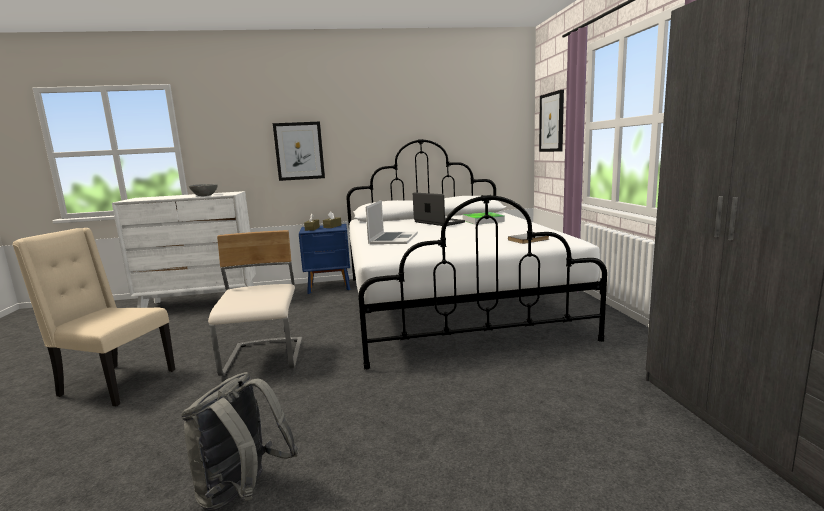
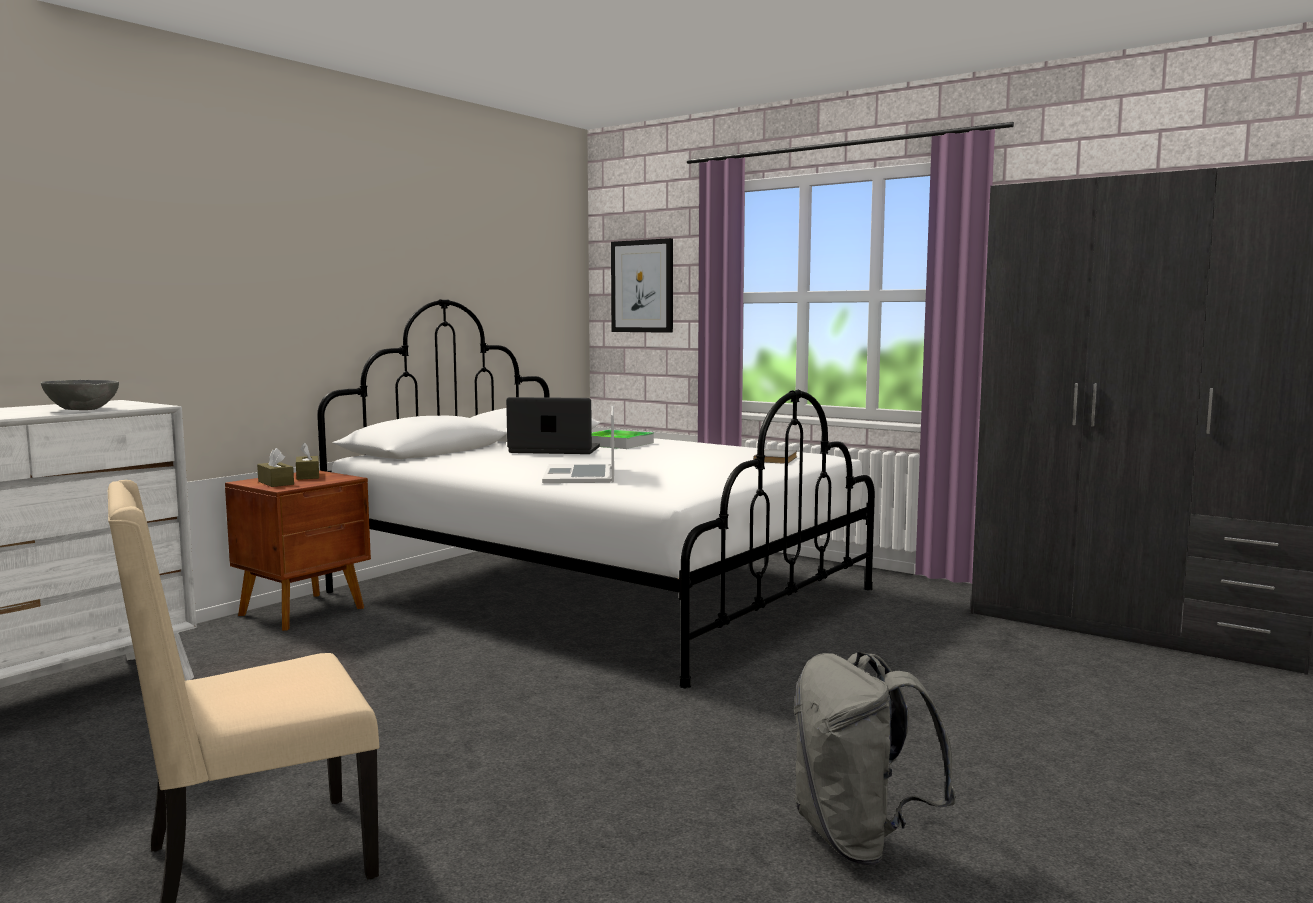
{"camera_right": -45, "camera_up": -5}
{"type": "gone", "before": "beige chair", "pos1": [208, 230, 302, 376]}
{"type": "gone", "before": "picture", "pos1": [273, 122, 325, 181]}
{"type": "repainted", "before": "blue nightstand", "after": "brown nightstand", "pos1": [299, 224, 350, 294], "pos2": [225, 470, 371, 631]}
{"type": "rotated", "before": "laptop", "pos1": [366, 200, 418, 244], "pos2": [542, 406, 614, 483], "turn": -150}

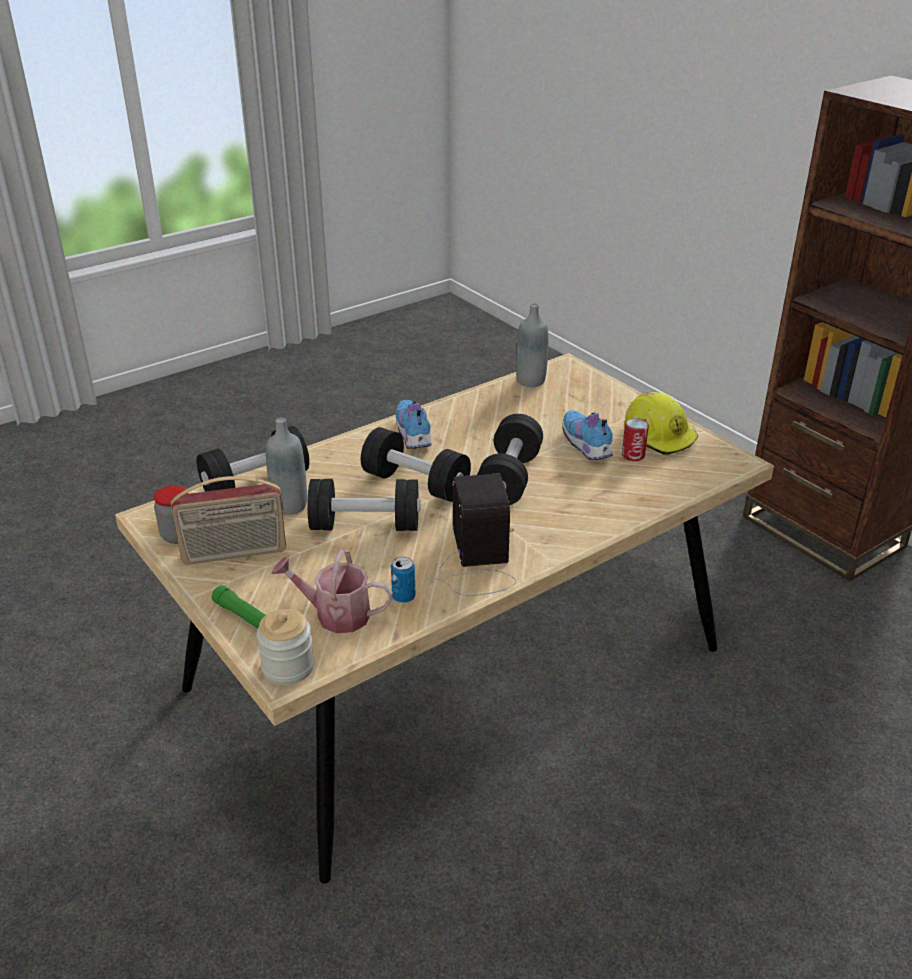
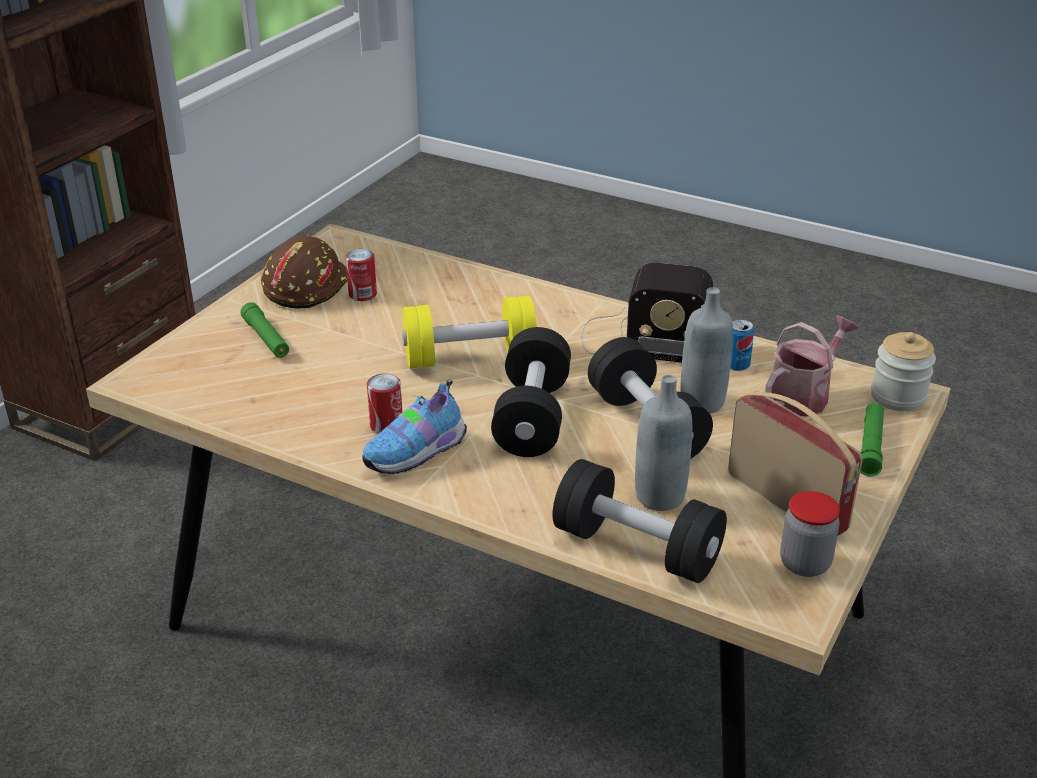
{"camera_right": -115, "camera_up": 0}
{"type": "gone", "before": "shoe", "pos1": [563, 410, 613, 460]}
{"type": "new", "after": "green flashlight", "pos2": [241, 302, 289, 358]}
{"type": "new", "after": "can", "pos2": [367, 373, 402, 433]}
{"type": "shifted", "before": "grey bottle", "pos1": [516, 303, 548, 387], "pos2": [681, 287, 733, 413]}
{"type": "repainted", "before": "black dumbbell", "after": "yellow dumbbell", "pos1": [477, 414, 543, 505], "pos2": [402, 296, 537, 368]}
{"type": "repainted", "before": "yellow hard hat", "after": "brown hard hat", "pos1": [624, 392, 698, 456], "pos2": [261, 236, 347, 308]}
{"type": "rotated", "before": "watering can", "pos1": [272, 550, 393, 633], "pos2": [765, 315, 859, 417], "turn": -120}
{"type": "rotated", "before": "radio", "pos1": [426, 473, 516, 596], "pos2": [582, 263, 713, 363], "turn": -135}

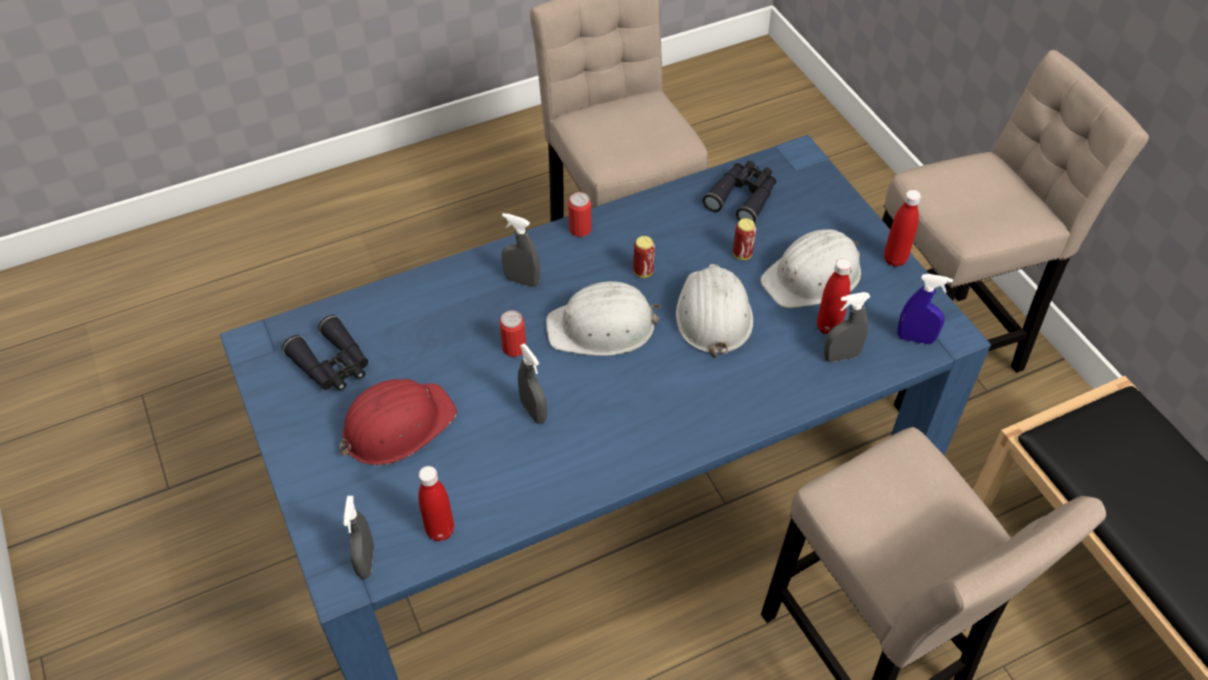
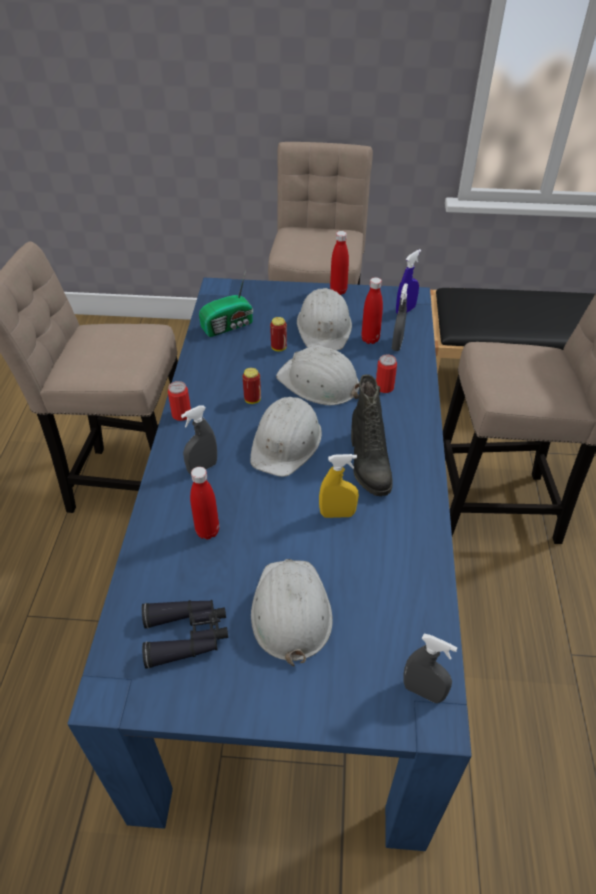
{"camera_right": -60, "camera_up": -5}
{"type": "new", "after": "black boot", "pos2": [351, 375, 392, 496]}
{"type": "shifted", "before": "red bottle", "pos1": [418, 466, 454, 541], "pos2": [190, 467, 219, 540]}
{"type": "shifted", "before": "can", "pos1": [500, 310, 526, 357], "pos2": [376, 354, 397, 393]}
{"type": "swapped", "before": "black binoculars", "after": "radio", "pos1": [703, 161, 776, 223], "pos2": [199, 270, 253, 337]}
{"type": "repainted", "before": "red hard hat", "after": "white hard hat", "pos1": [339, 379, 457, 465], "pos2": [251, 559, 333, 666]}
{"type": "repainted", "before": "grey spray bottle", "after": "yellow spray bottle", "pos1": [518, 343, 547, 424], "pos2": [319, 454, 359, 518]}

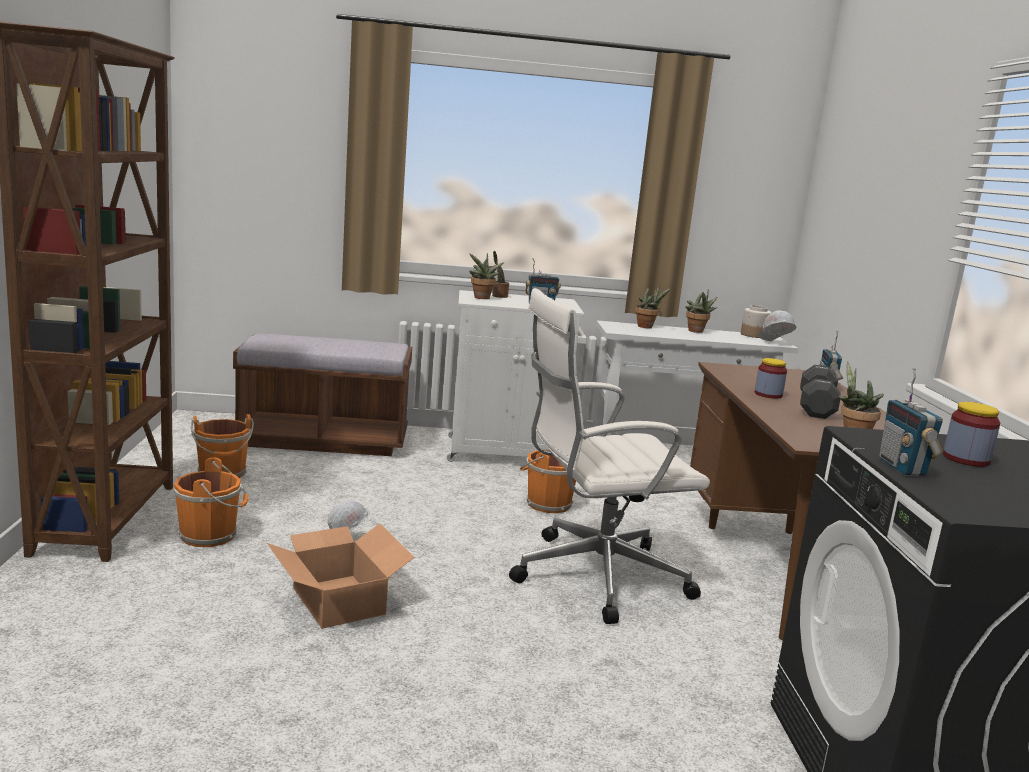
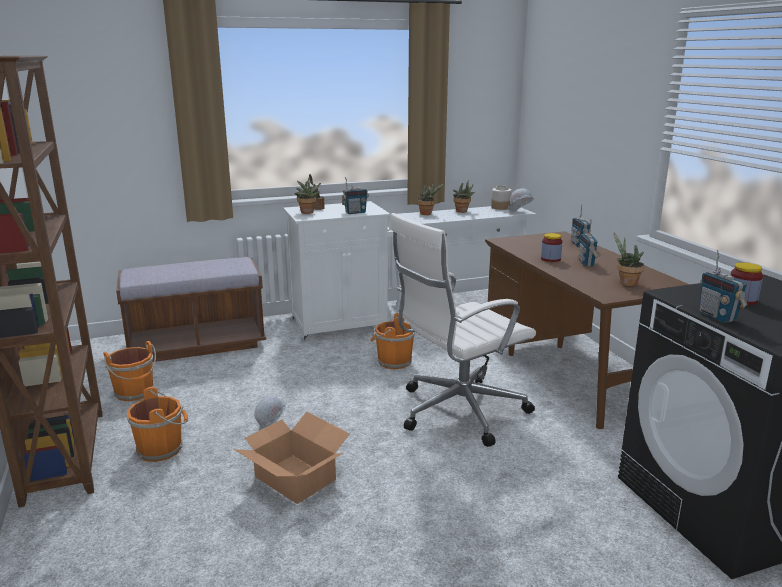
{"camera_right": -15, "camera_up": 5}
{"type": "swapped", "before": "black dumbbell", "after": "radio", "pos1": [800, 365, 841, 419], "pos2": [579, 219, 600, 267]}

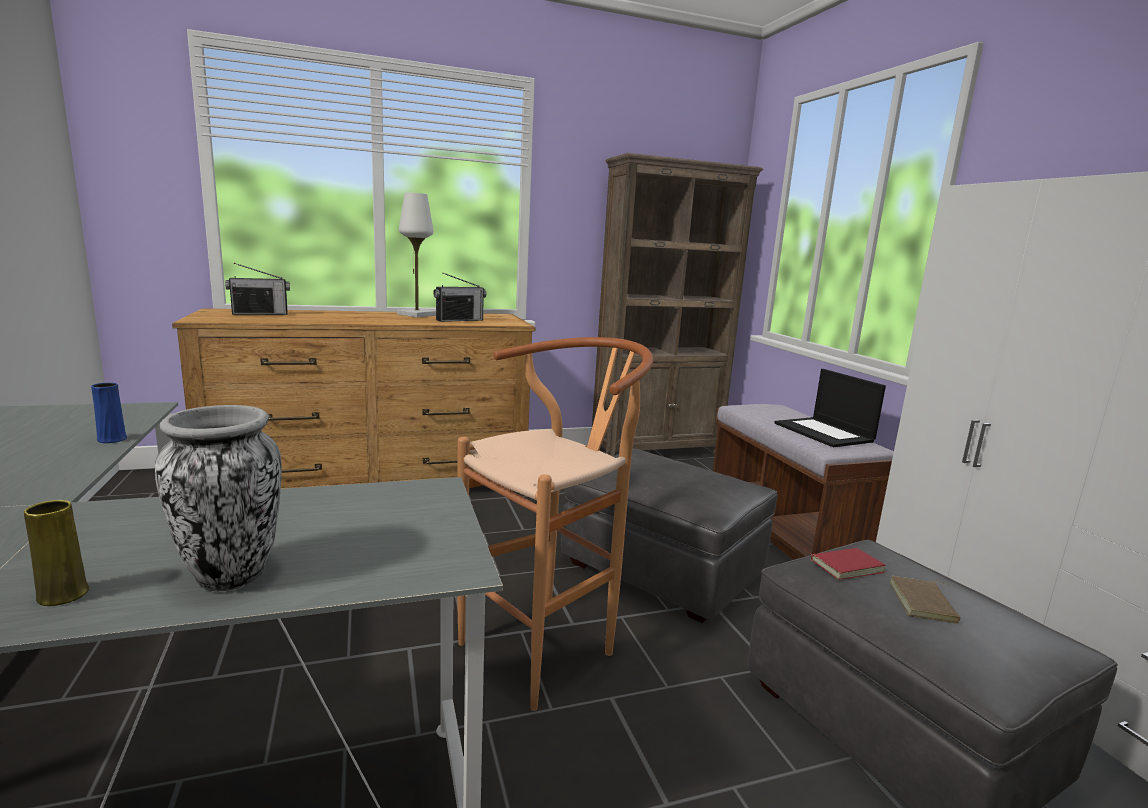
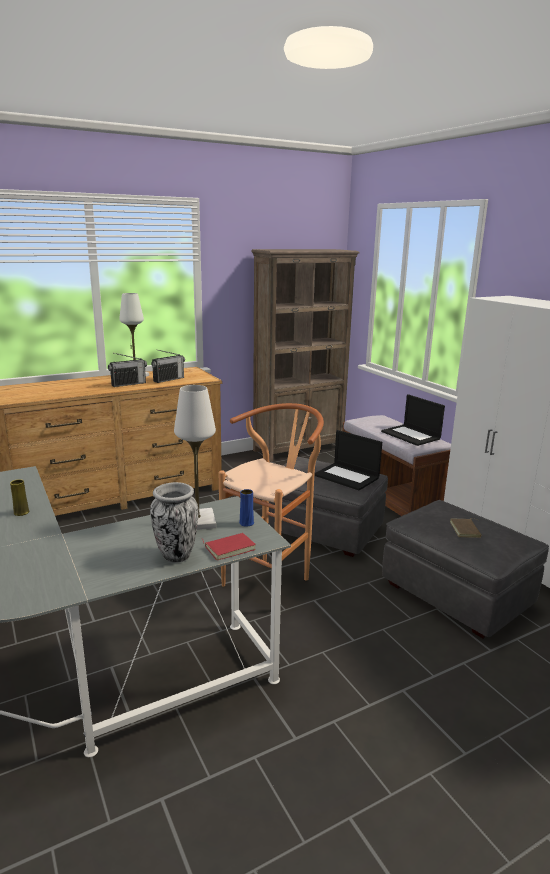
{"camera_right": -10, "camera_up": 5}
{"type": "new", "after": "white table lamp", "pos2": [174, 385, 216, 530]}
{"type": "new", "after": "laptop", "pos2": [314, 430, 382, 491]}
{"type": "shifted", "before": "yellow vase", "pos1": [24, 500, 89, 606], "pos2": [10, 479, 29, 516]}
{"type": "shifted", "before": "blue vase", "pos1": [91, 383, 127, 443], "pos2": [239, 489, 254, 527]}
{"type": "shifted", "before": "radio", "pos1": [225, 263, 290, 315], "pos2": [108, 353, 147, 387]}
{"type": "shifted", "before": "red book", "pos1": [806, 548, 886, 580], "pos2": [203, 533, 256, 560]}

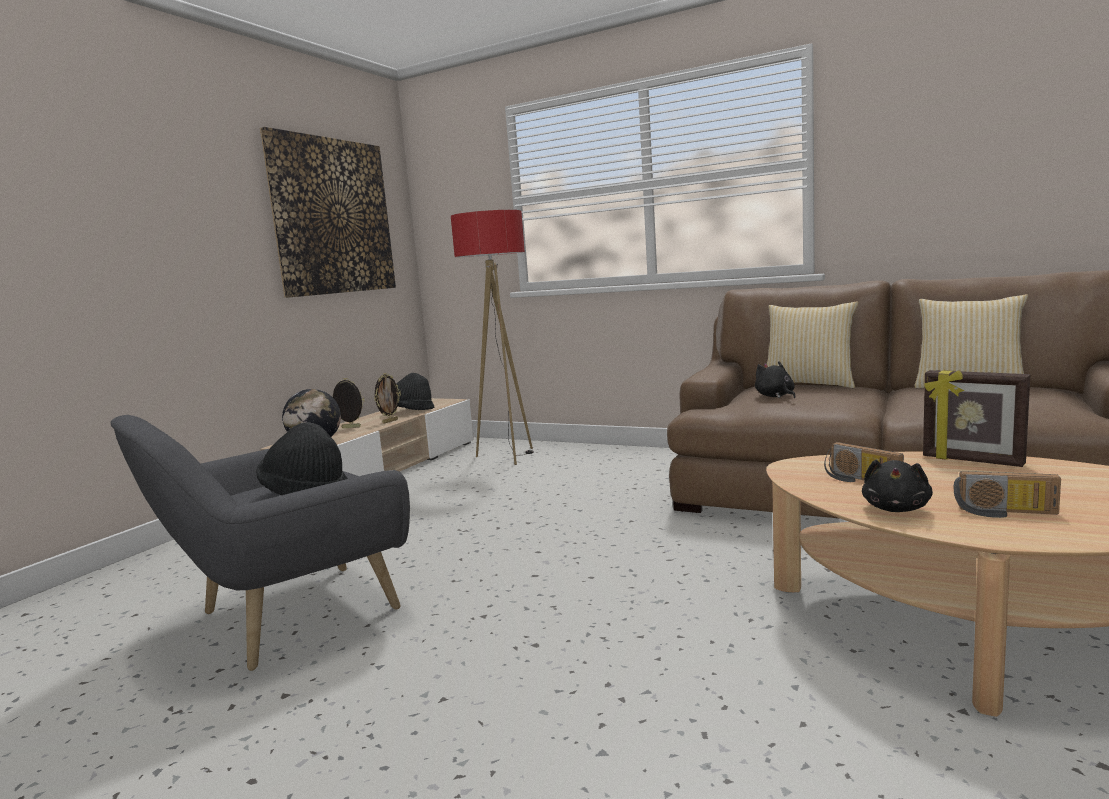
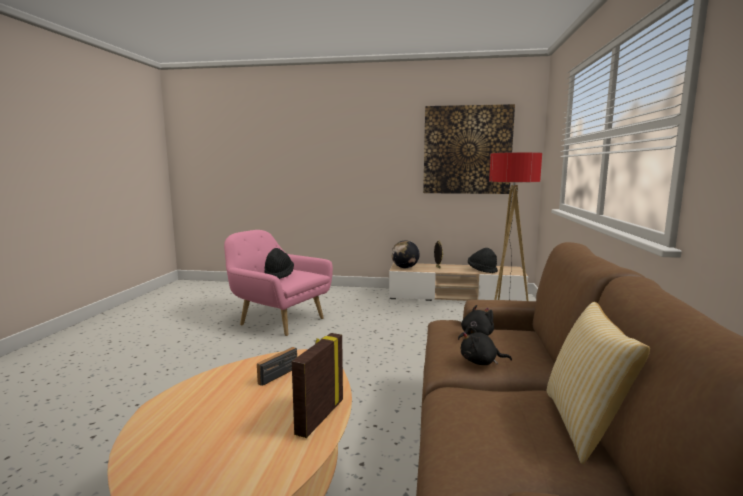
{"camera_right": 70, "camera_up": 0}
{"type": "gone", "before": "picture frame", "pos1": [374, 373, 401, 424]}
{"type": "gone", "before": "pillow", "pos1": [767, 301, 859, 388]}
{"type": "gone", "before": "radio", "pos1": [953, 471, 1061, 518]}
{"type": "shifted", "before": "black plush toy", "pos1": [862, 460, 933, 512], "pos2": [461, 327, 512, 365]}
{"type": "repainted", "before": "grey armchair", "after": "pink armchair", "pos1": [110, 415, 410, 671], "pos2": [224, 230, 333, 336]}

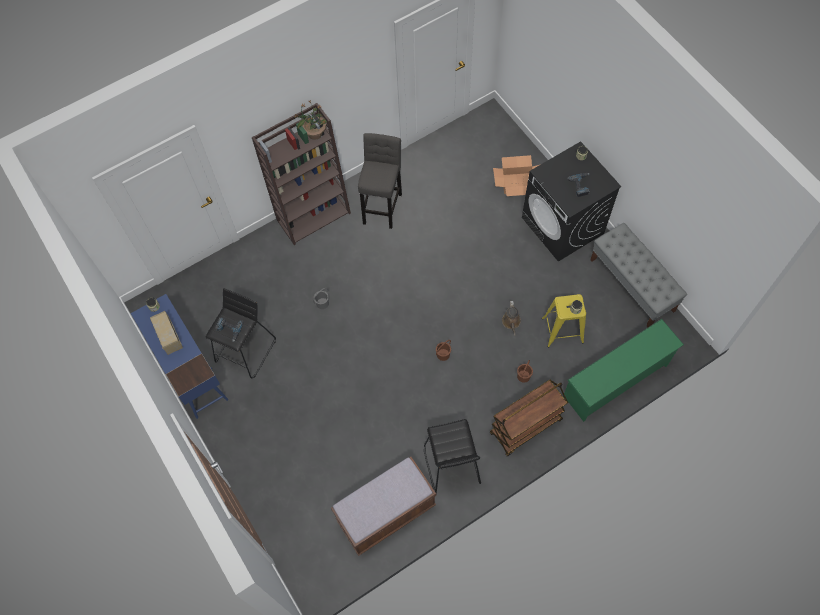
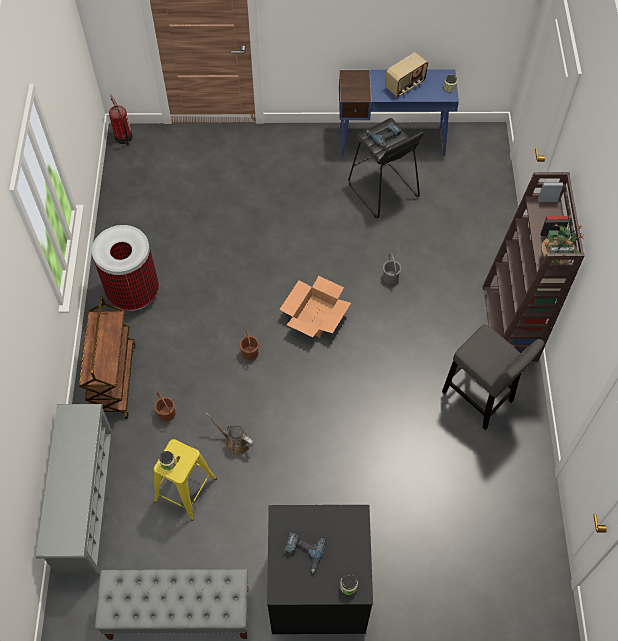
{"camera_right": 120, "camera_up": -5}
{"type": "gone", "before": "brown bench", "pos1": [331, 457, 436, 556]}
{"type": "new", "after": "fire extinguisher", "pos2": [109, 95, 133, 145]}
{"type": "shifted", "before": "cardboard box", "pos1": [493, 155, 539, 196], "pos2": [279, 276, 351, 337]}
{"type": "swapped", "before": "black stool", "after": "trash can", "pos1": [424, 419, 481, 494], "pos2": [92, 225, 159, 311]}
{"type": "repainted", "before": "green shoe rack", "after": "grey shoe rack", "pos1": [563, 319, 684, 422], "pos2": [36, 404, 115, 576]}
{"type": "rotated", "before": "radio", "pos1": [150, 311, 183, 355], "pos2": [385, 52, 428, 97], "turn": 135}

